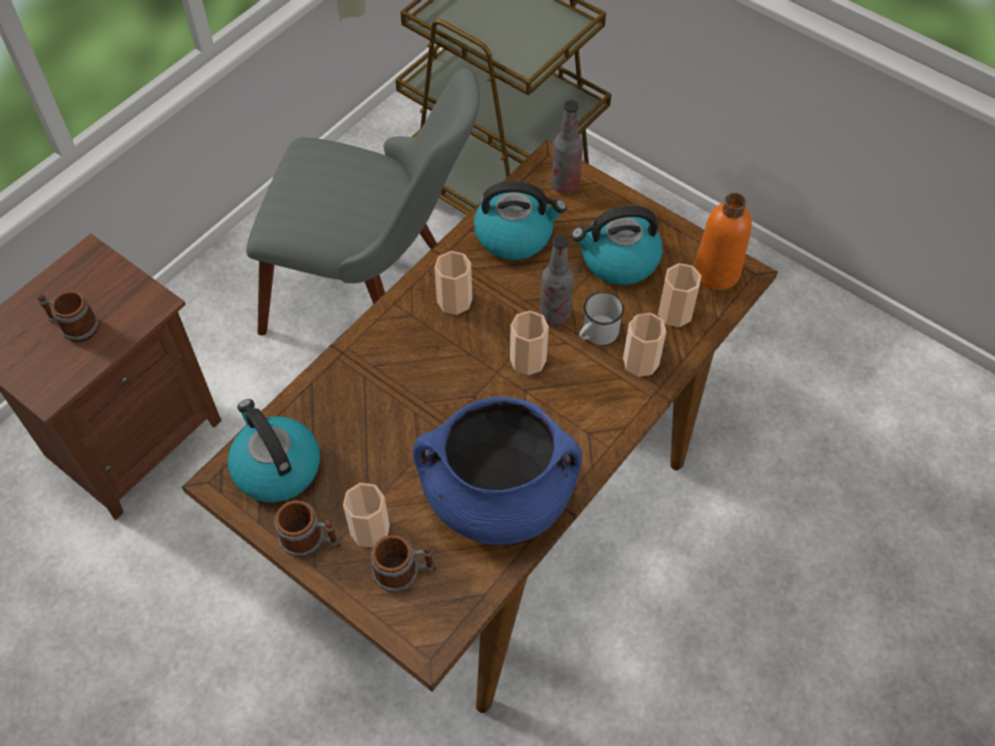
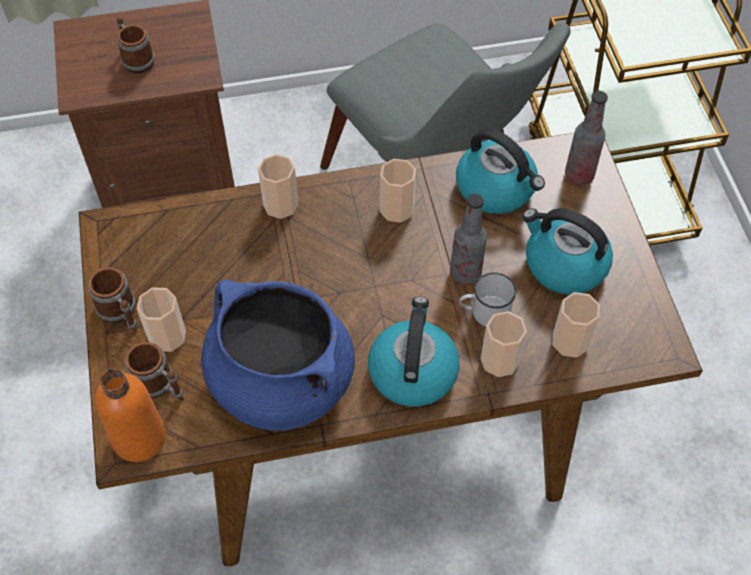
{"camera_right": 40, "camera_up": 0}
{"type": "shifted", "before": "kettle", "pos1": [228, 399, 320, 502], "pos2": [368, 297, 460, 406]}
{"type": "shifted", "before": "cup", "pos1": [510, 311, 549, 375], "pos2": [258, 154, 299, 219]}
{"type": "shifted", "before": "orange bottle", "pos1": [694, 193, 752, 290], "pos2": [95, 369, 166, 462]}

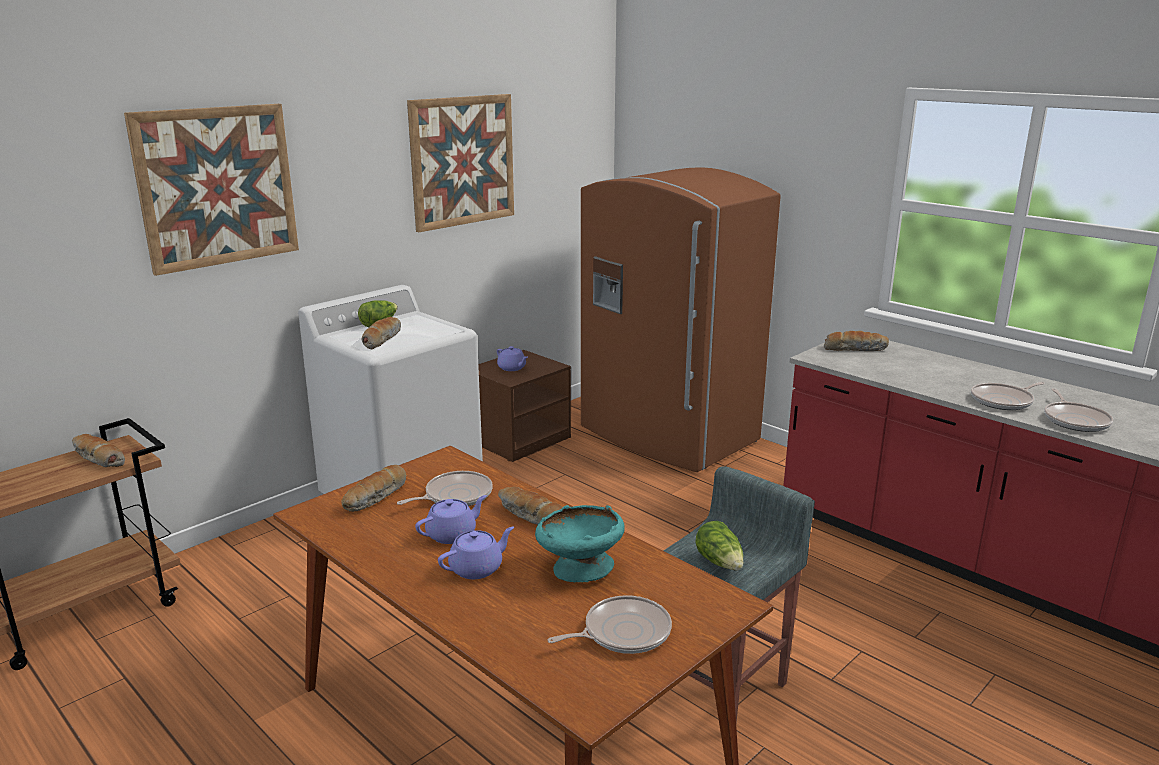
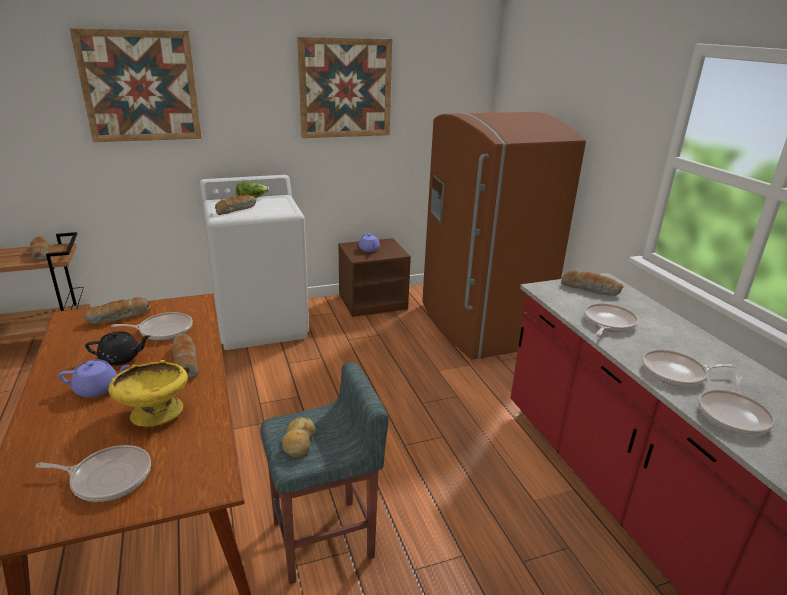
{"camera_right": 25, "camera_up": 5}
{"type": "new", "after": "frying pan", "pos2": [584, 303, 639, 336]}
{"type": "swapped", "before": "lettuce", "after": "bread", "pos1": [695, 521, 743, 570], "pos2": [282, 417, 315, 457]}
{"type": "repainted", "before": "purple teapot", "after": "black teapot", "pos1": [415, 495, 487, 544], "pos2": [85, 331, 150, 366]}
{"type": "repainted", "before": "turquoise bowl", "after": "yellow bowl", "pos1": [535, 505, 625, 582], "pos2": [109, 360, 188, 427]}

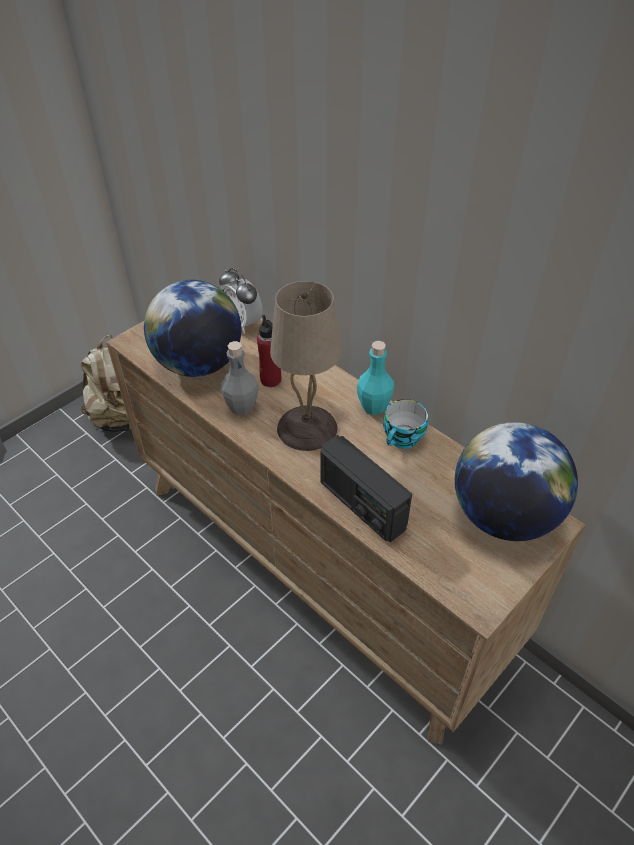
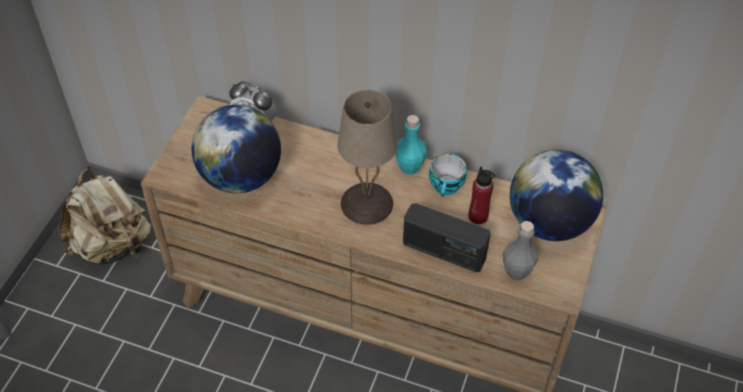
{"camera_right": -25, "camera_up": 5}
{"type": "shifted", "before": "grey bottle", "pos1": [221, 341, 259, 415], "pos2": [503, 221, 538, 280]}
{"type": "shifted", "before": "red bottle", "pos1": [257, 315, 281, 387], "pos2": [469, 167, 495, 224]}

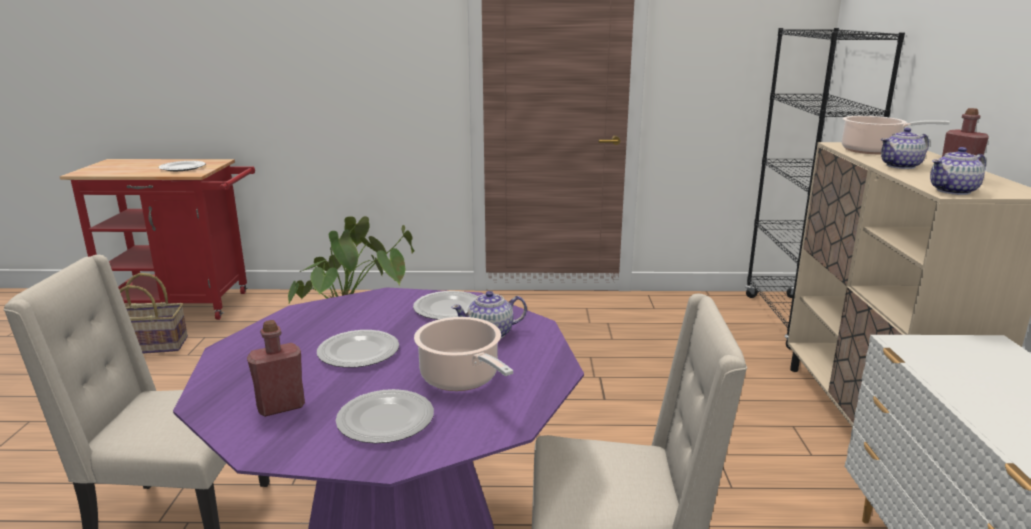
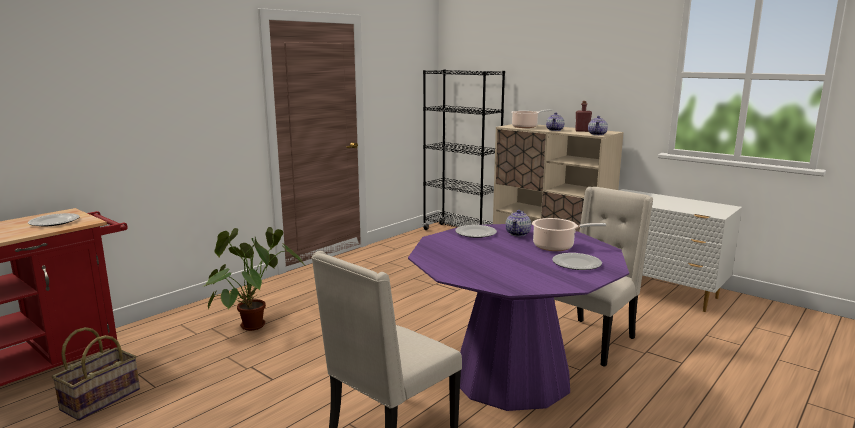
{"camera_right": -50, "camera_up": -5}
{"type": "gone", "before": "red bottle", "pos1": [247, 320, 305, 417]}
{"type": "gone", "before": "plate", "pos1": [317, 330, 399, 368]}

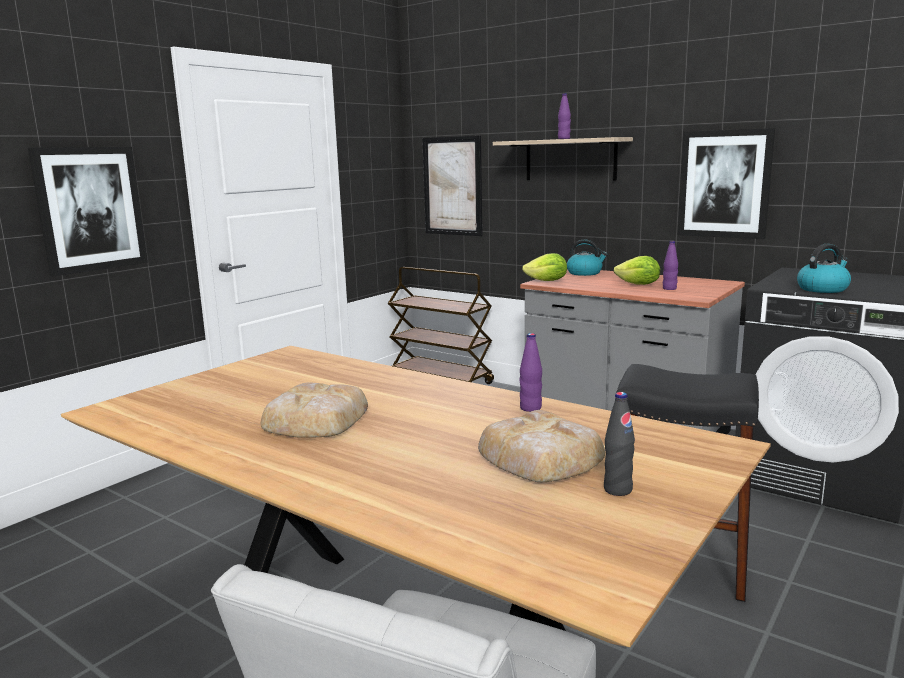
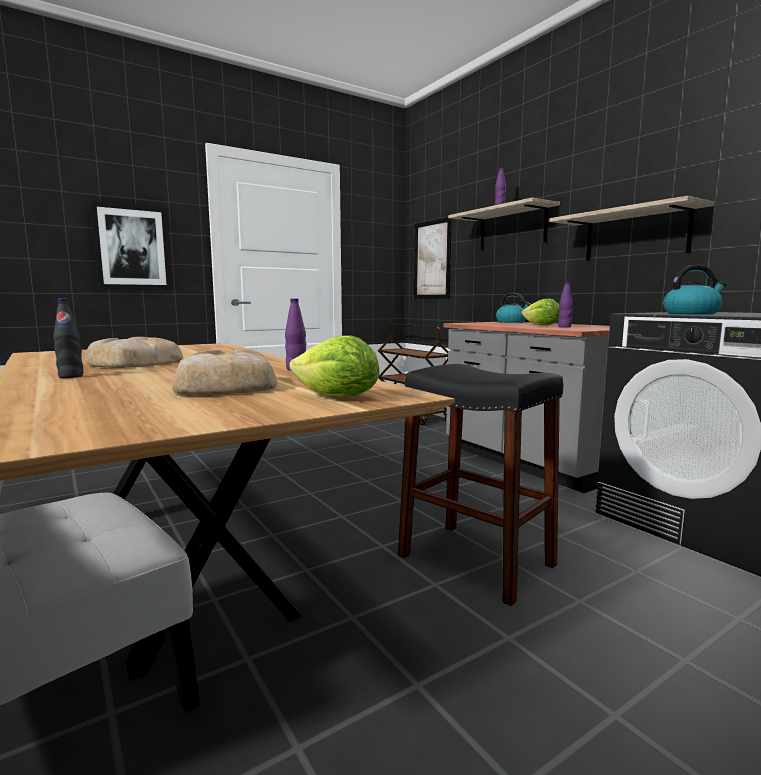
{"camera_right": 20, "camera_up": -5}
{"type": "shifted", "before": "lettuce", "pos1": [522, 253, 567, 281], "pos2": [290, 335, 380, 397]}
{"type": "shifted", "before": "black bottle", "pos1": [604, 392, 635, 496], "pos2": [53, 298, 83, 378]}
{"type": "swapped", "before": "picture", "after": "shelf", "pos1": [678, 128, 775, 239], "pos2": [549, 196, 714, 260]}

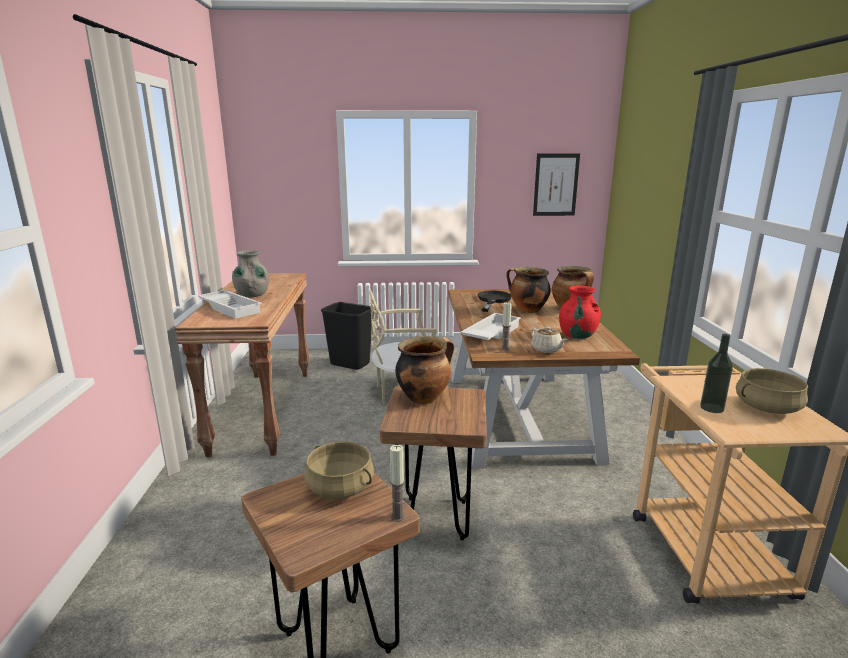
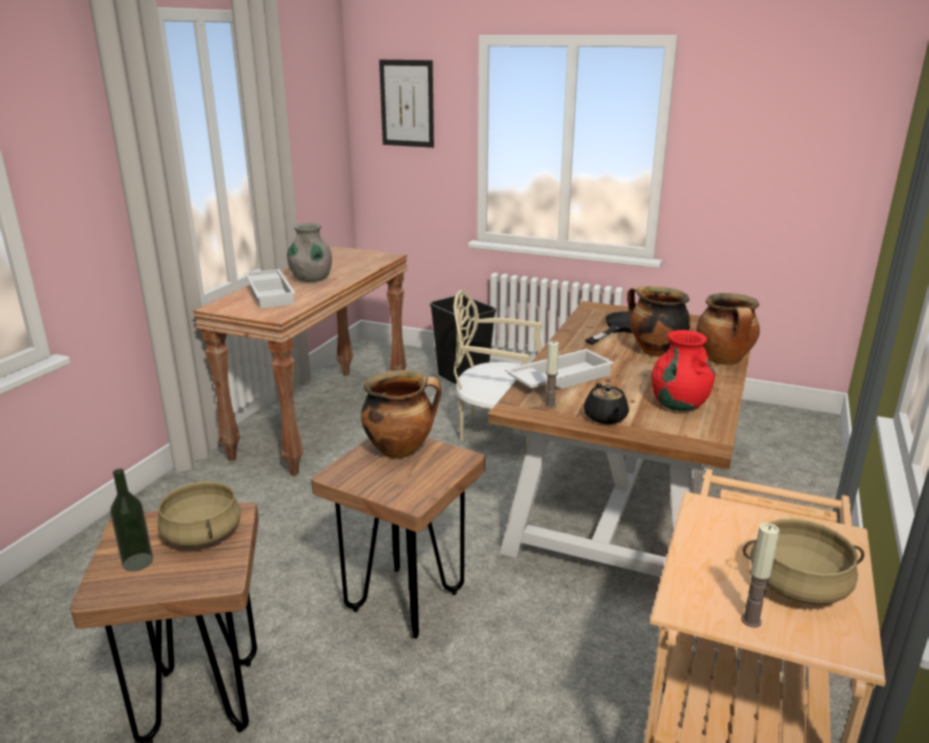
{"camera_right": 25, "camera_up": 5}
{"type": "shifted", "before": "candle", "pos1": [390, 445, 405, 522], "pos2": [741, 523, 780, 628]}
{"type": "shifted", "before": "picture", "pos1": [533, 153, 580, 216], "pos2": [379, 60, 434, 148]}
{"type": "shifted", "before": "bottle", "pos1": [700, 334, 733, 413], "pos2": [110, 469, 153, 571]}
{"type": "repainted", "before": "beige teapot", "after": "black teapot", "pos1": [531, 327, 567, 353], "pos2": [584, 383, 629, 424]}

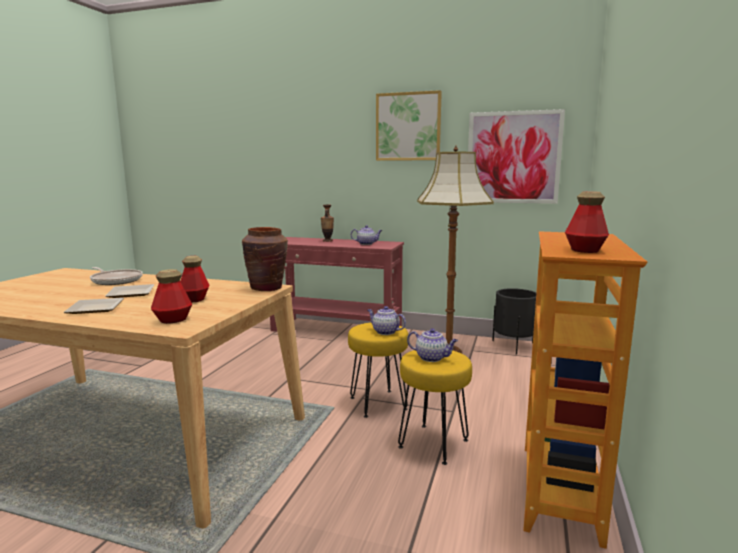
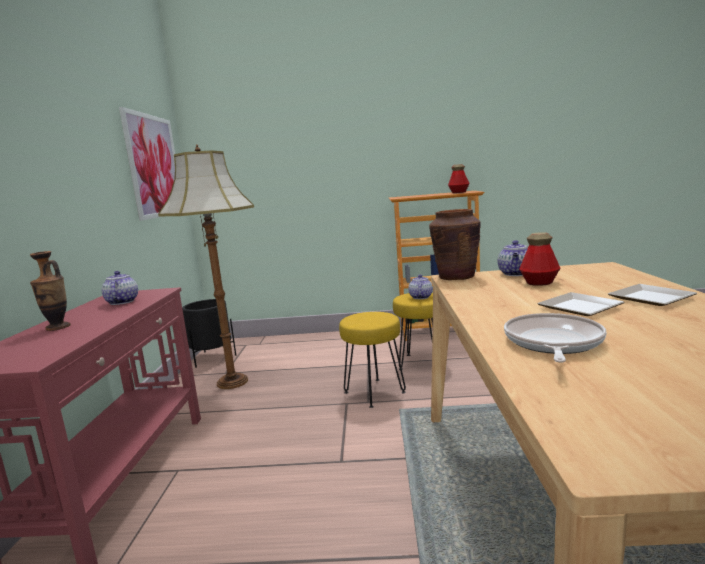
{"camera_right": -105, "camera_up": 0}
{"type": "gone", "before": "bottle", "pos1": [151, 269, 192, 324]}
{"type": "gone", "before": "picture", "pos1": [376, 90, 442, 161]}
{"type": "shifted", "before": "teapot", "pos1": [367, 306, 406, 335], "pos2": [498, 240, 528, 276]}

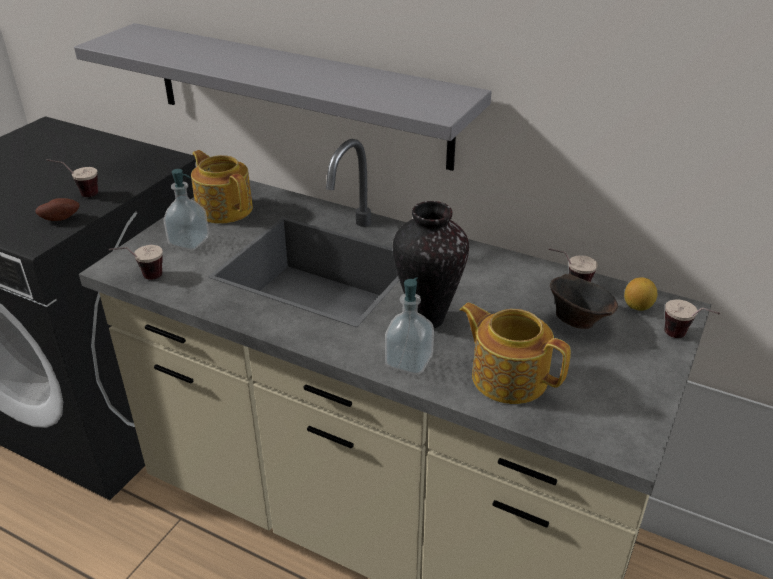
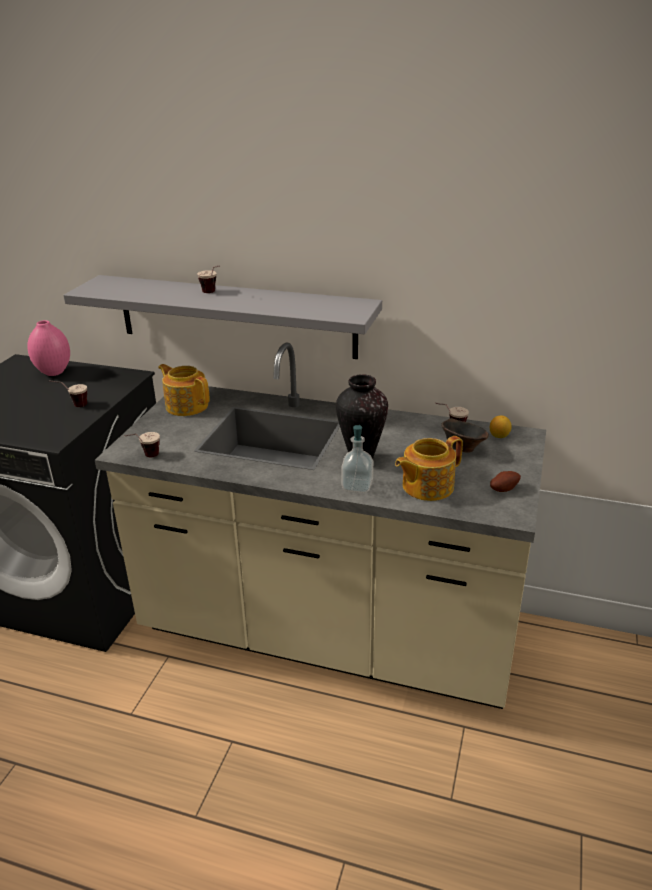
{"camera_right": -10, "camera_up": -5}
{"type": "gone", "before": "soap dispenser", "pos1": [164, 169, 209, 250]}
{"type": "new", "after": "pink vase", "pos2": [27, 320, 70, 376]}
{"type": "shifted", "before": "potato", "pos1": [35, 198, 80, 221], "pos2": [490, 471, 521, 492]}
{"type": "shifted", "before": "cup", "pos1": [664, 300, 720, 338], "pos2": [197, 266, 220, 293]}
{"type": "rotated", "before": "teapot", "pos1": [459, 303, 571, 404], "pos2": [395, 436, 463, 501], "turn": -60}

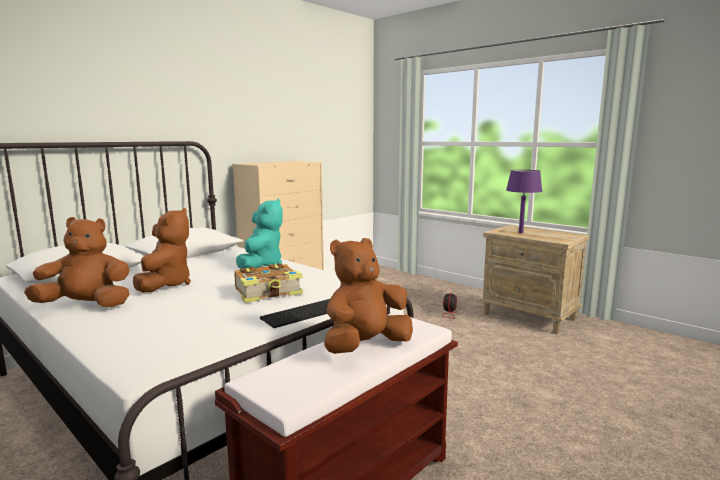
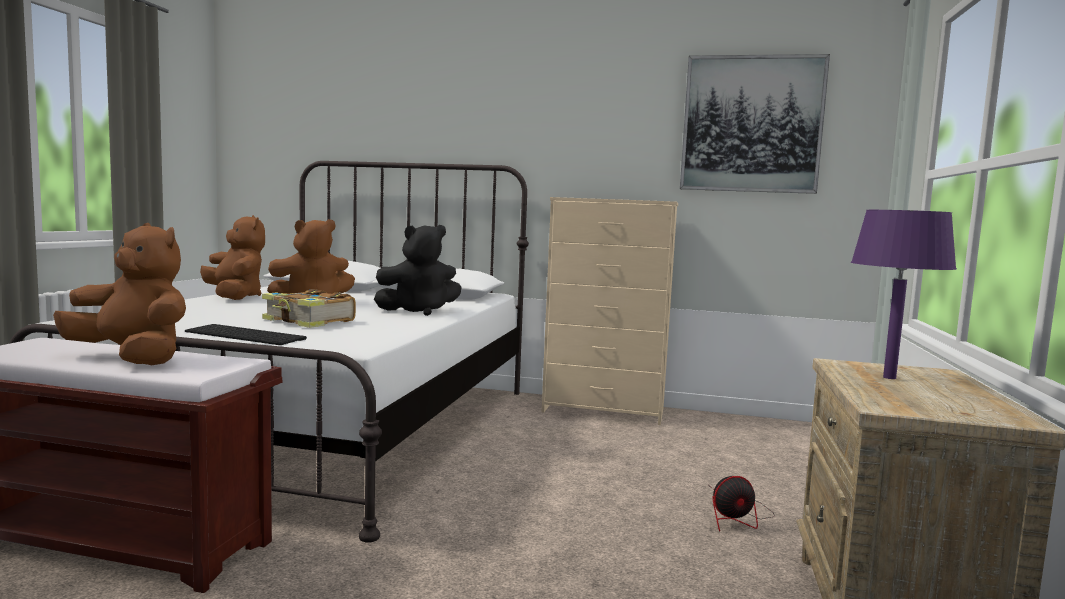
{"camera_right": 60, "camera_up": -5}
{"type": "new", "after": "picture", "pos2": [680, 54, 830, 194]}
{"type": "repainted", "before": "turquoise plush toy", "after": "black plush toy", "pos1": [236, 199, 282, 268], "pos2": [374, 225, 462, 316]}

